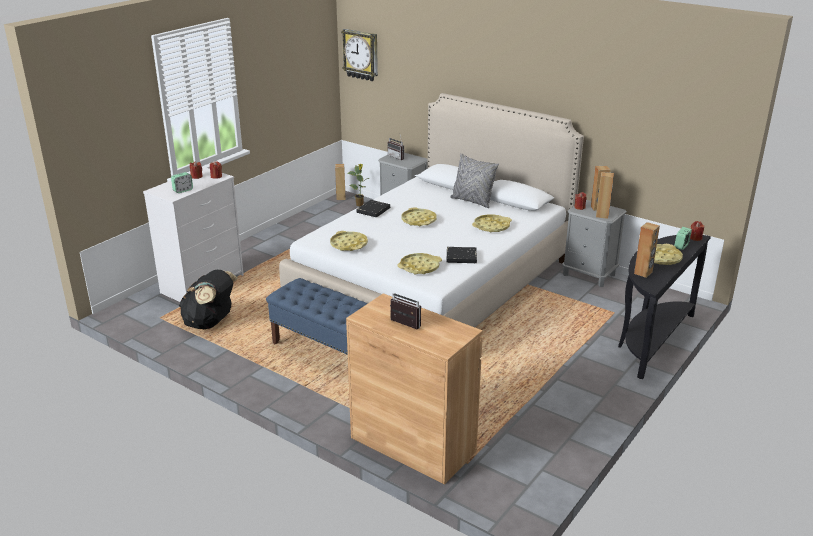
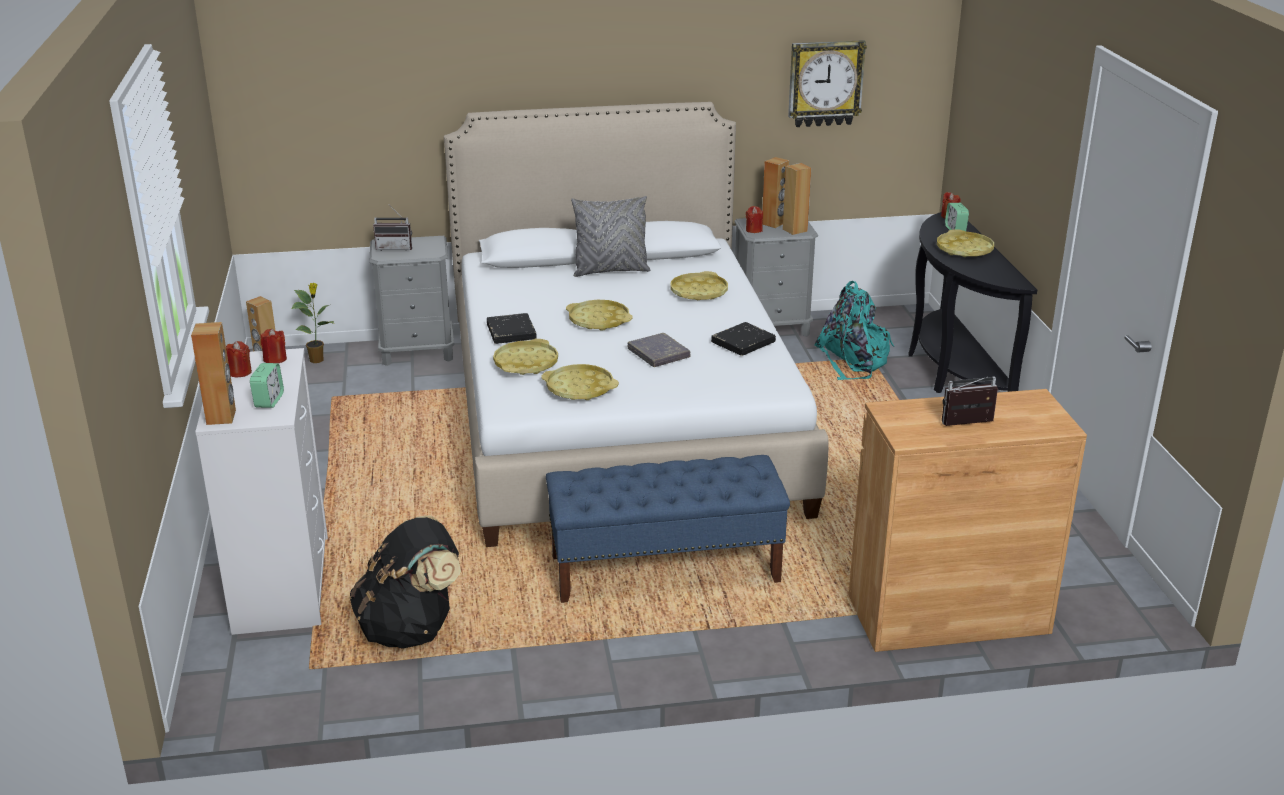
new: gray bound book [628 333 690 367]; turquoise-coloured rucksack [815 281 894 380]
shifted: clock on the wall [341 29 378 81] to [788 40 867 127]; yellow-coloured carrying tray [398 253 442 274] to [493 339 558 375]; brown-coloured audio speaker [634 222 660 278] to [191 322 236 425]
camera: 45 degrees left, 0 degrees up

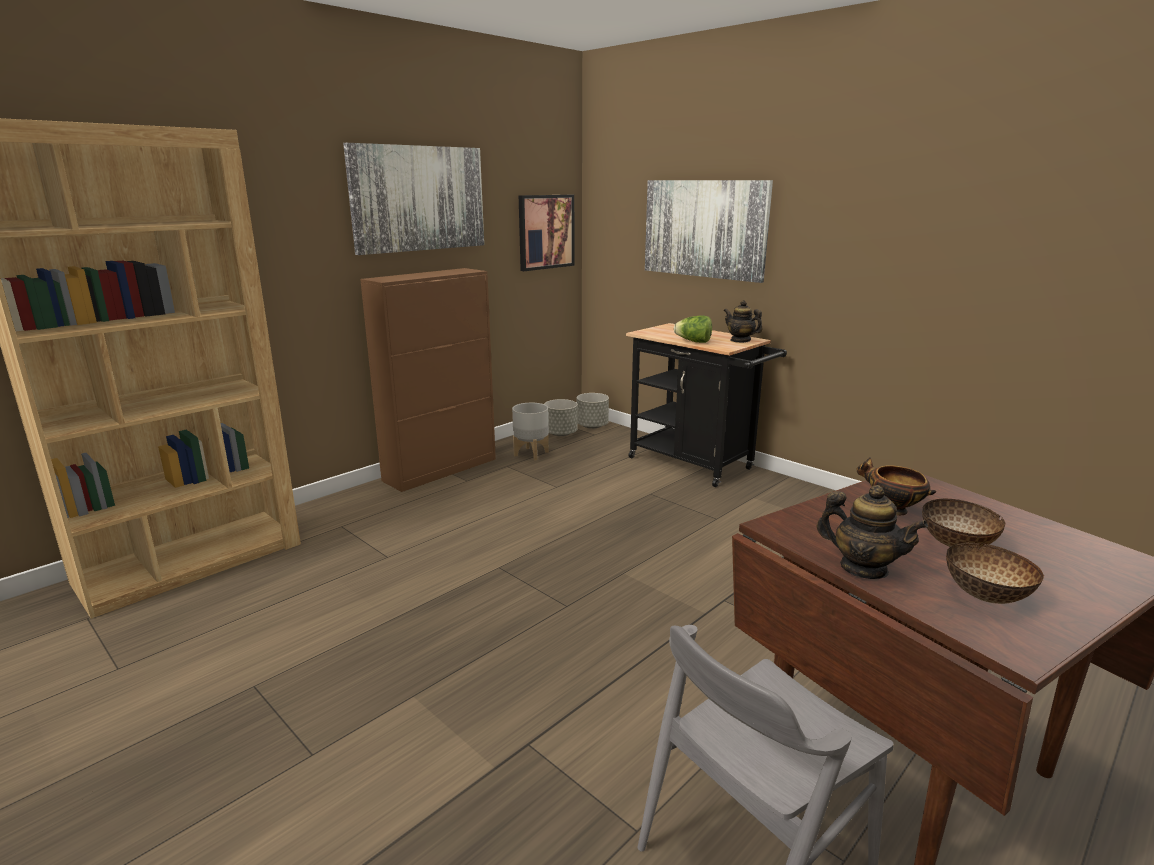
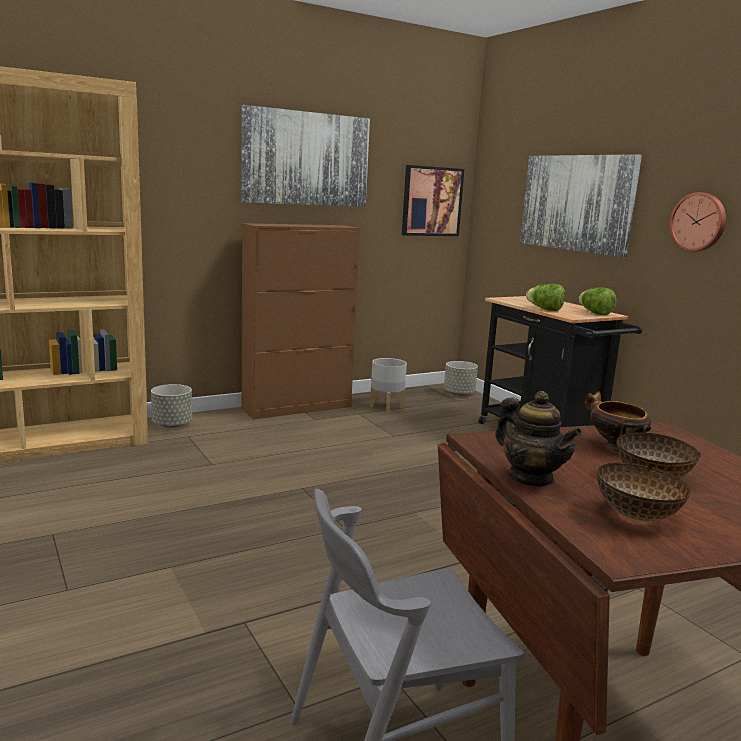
new: clock on the wall [669 192 726 251]
shifted: gray planter [545 399 577 436] to [151 384 192 428]
swapped: pot for tea [724 300 763 343] to lettuce head [579 288 616 315]
camera: 15 degrees right, 5 degrees down

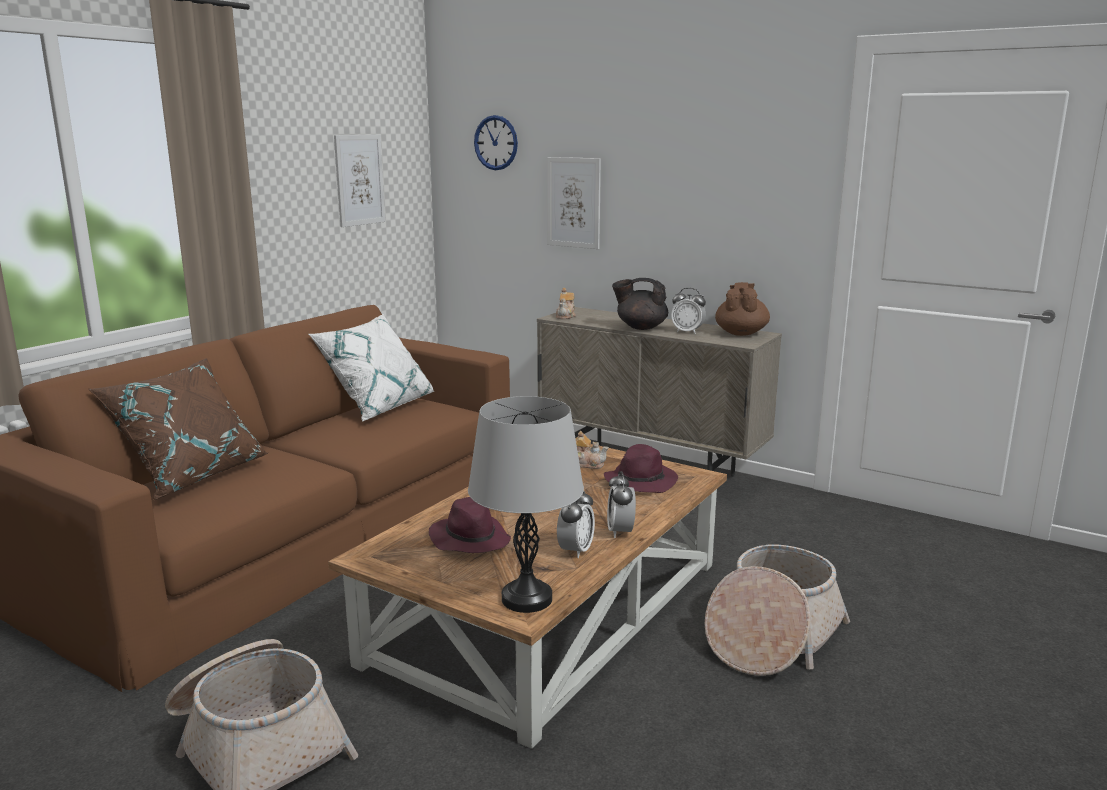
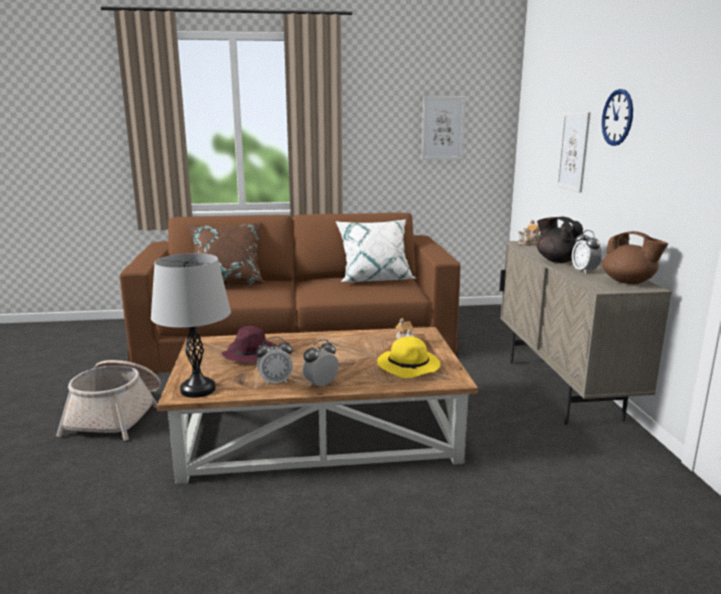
gone: storage basket [704 544 850 676]
shifted: clock on the wall [474 115 518 170] to [602 89 633 146]
repainted: purple-coloured hat [604 444 678 493] to yellow-coloured hat [377 337 440 378]
rotated: brown-coloured pot for tea [715 282 770 336] = [602 231 668 284] 75 degrees clockwise
camera: 50 degrees right, 0 degrees up

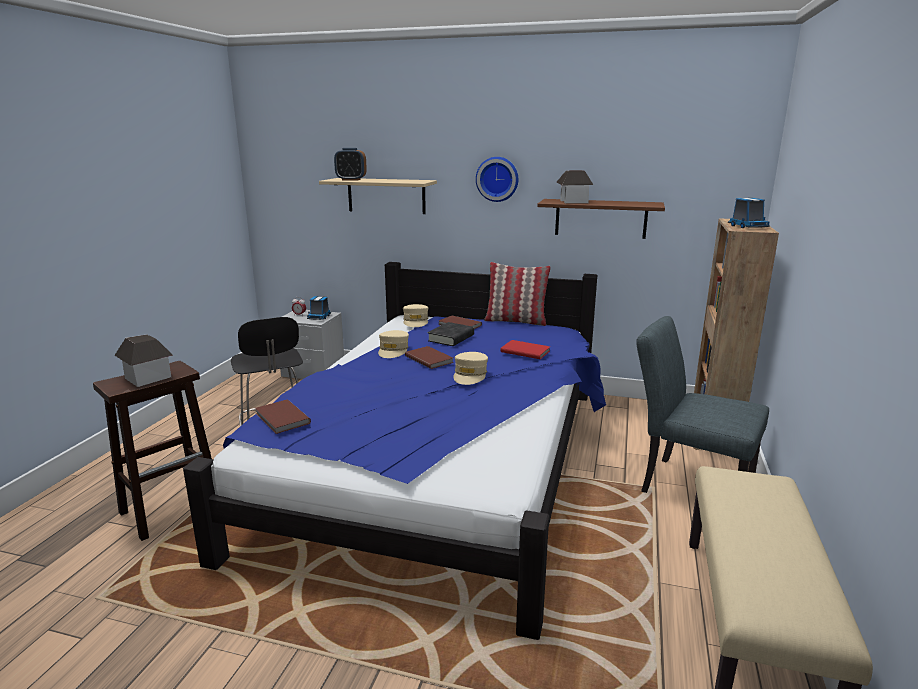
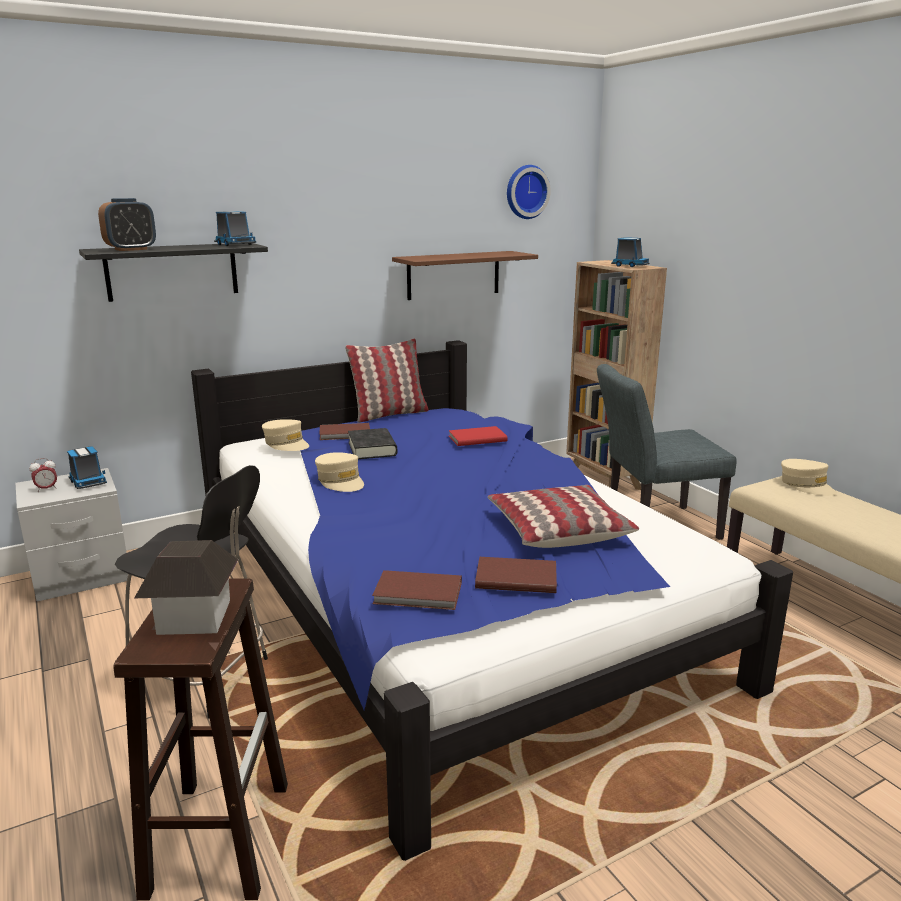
gone: model house [557 170 593 203]
new: toy truck [214 211 256 246]; cushion [488 485 639 548]
shifted: brown-coloured bound book [405 346 454 369] to [475 557 557 593]; sand-coloured baseball cap [453 352 488 385] to [781 459 837 496]; clock on the wall [476 157 518 202] to [507 165 551 219]
repainted: sand-coloured wall shelf [319 178 437 214] to black-coloured wall shelf [79 243 268 302]
camera: 45 degrees left, 0 degrees up

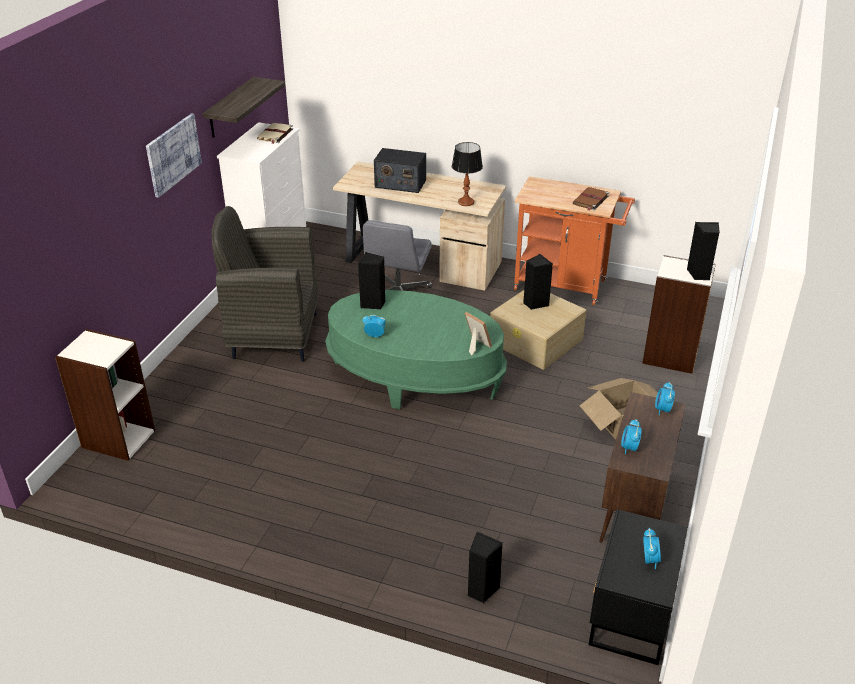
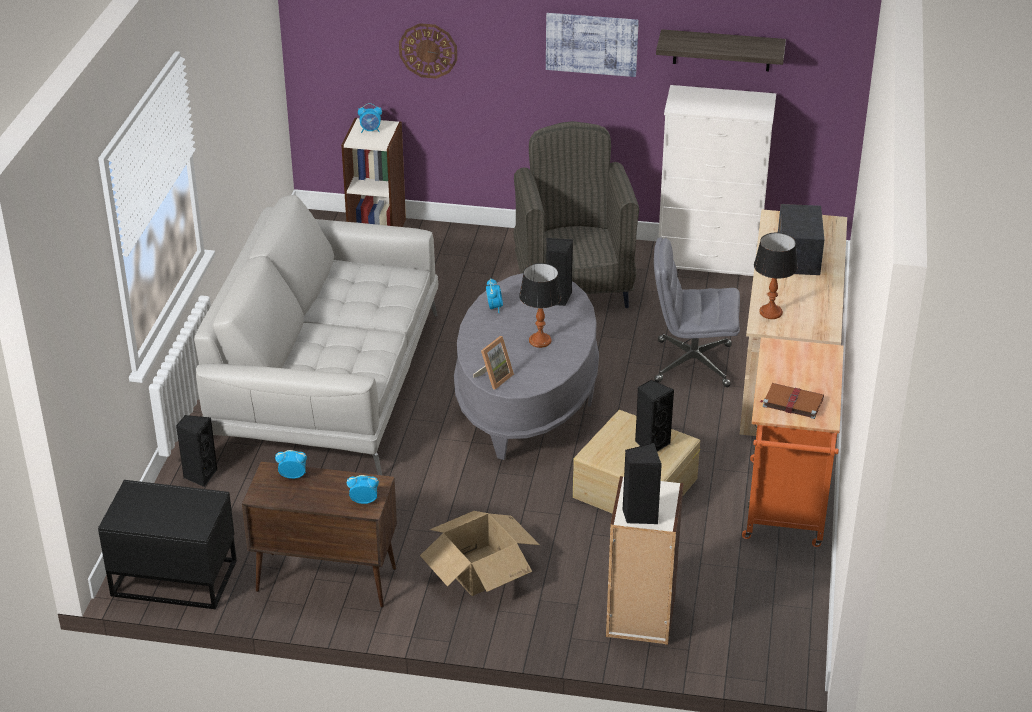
gone: sand-coloured bound book [257 123 293 144]
new: gray settee [194 195 438 475]; clock on the wall [399 23 457 79]; table lamp [519 263 562 348]
shifted: alarm clock [643 528 661 569] to [358 103 382 133]
repainted: greenish lounge table [325 290 507 410] to gray lounge table [454 273 599 460]
camera: 80 degrees right, 0 degrees up

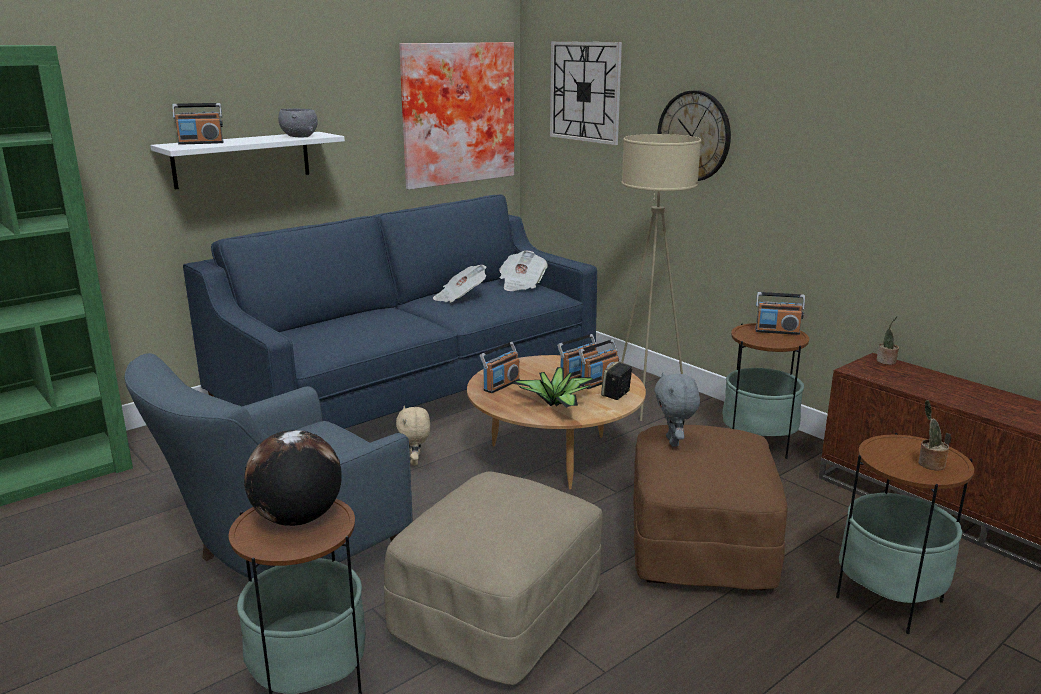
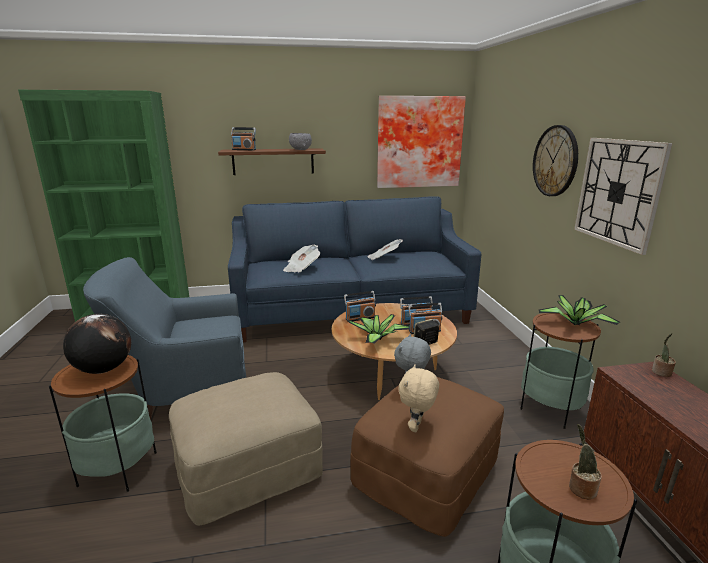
gone: sand-coloured standing lamp [621 134 701 421]
shifted: sand-coloured plush toy [396 406 430 465] to [399 364 439 432]; printed paper [499 251 548 291] to [283 245 320 273]; clock on the wall [550 41 622 145] to [574 138 672 255]
swapped: radio set [755 292 805 335] to plant in a pot [539 295 620 326]
repainted: white-coloured wall shelf [150 132 345 190] to brown-coloured wall shelf [218 148 326 175]
camera: 30 degrees right, 0 degrees up

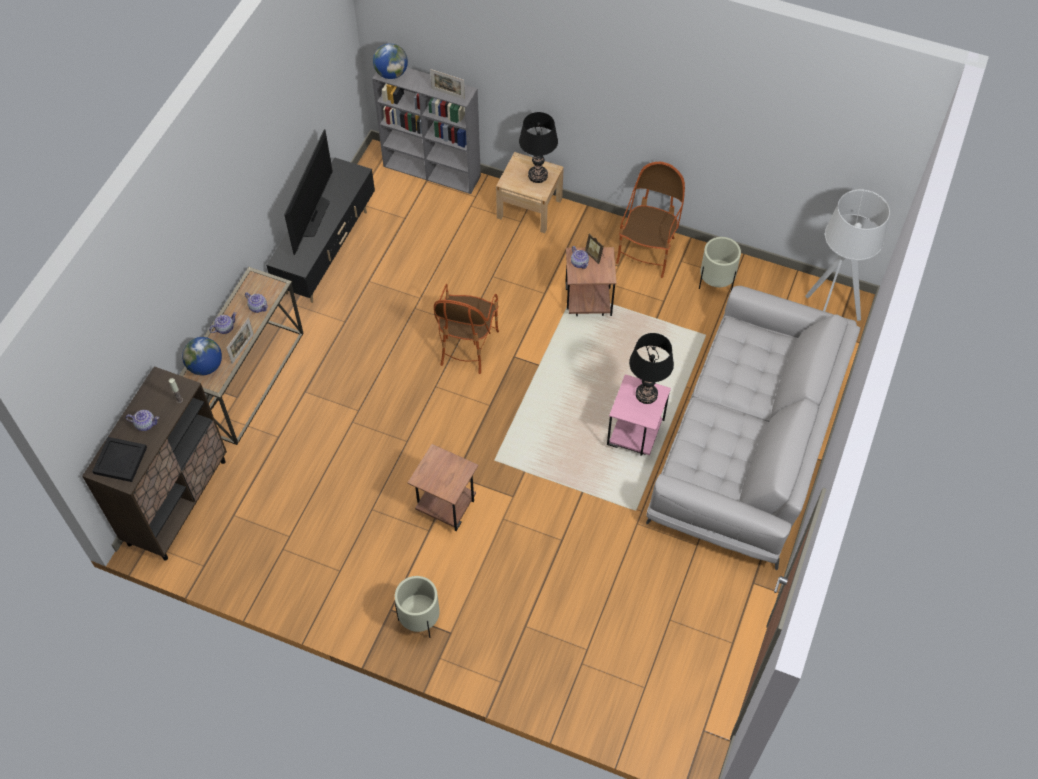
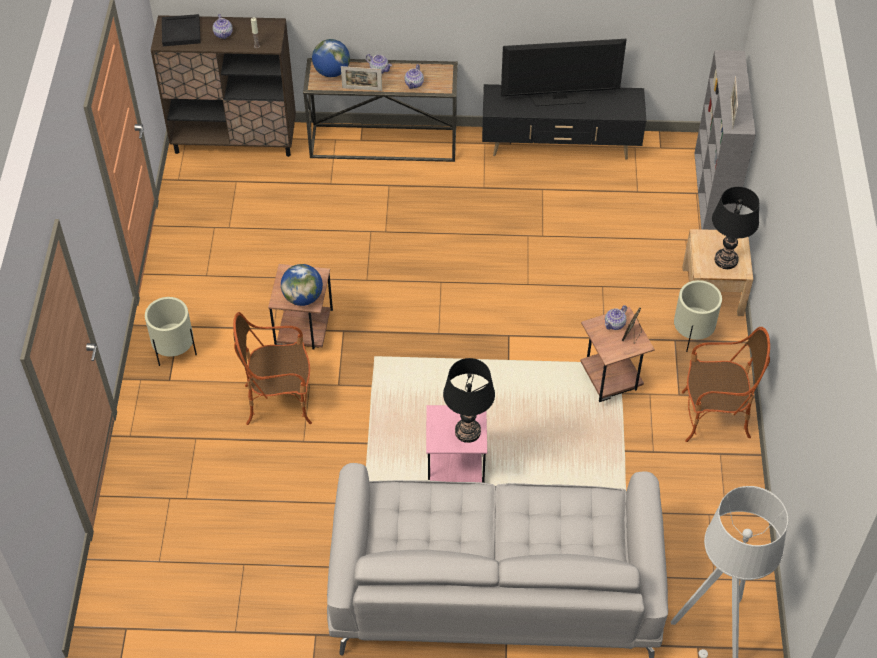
shifted: desk globe [373 43 408 79] to [281 264 323 306]; armchair [434 284 499 374] to [233 312 312 425]; sand-coloured planter [699 237 741 290] to [674 280 722 352]
camera: 70 degrees right, 5 degrees down

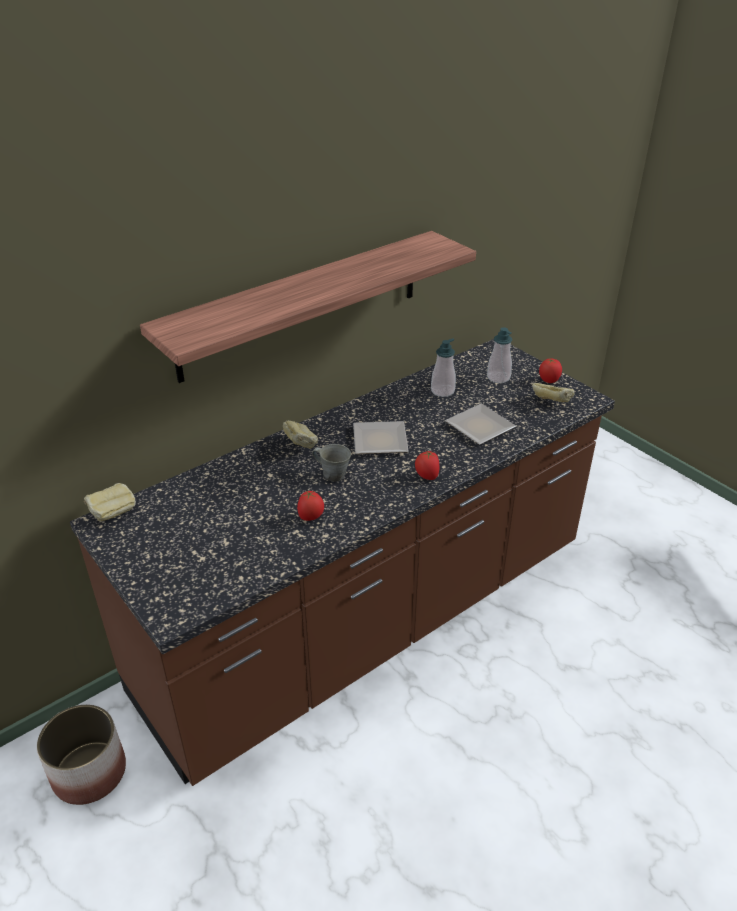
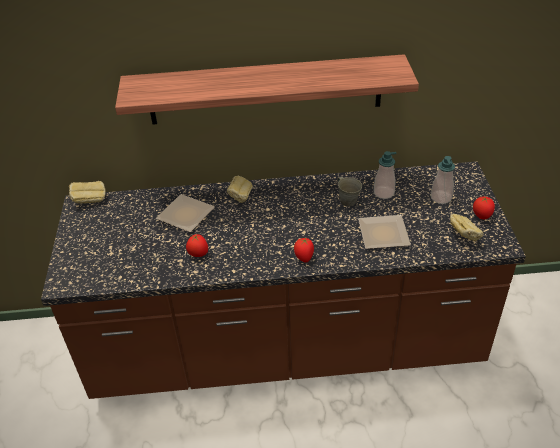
gone: planter [37 704 126 805]
shifted: gray coffee mug [312 444 351 482] to [337 176 362 206]; dinner plate [353 421 409 454] to [156 194 215 232]
camera: 35 degrees right, 5 degrees up

